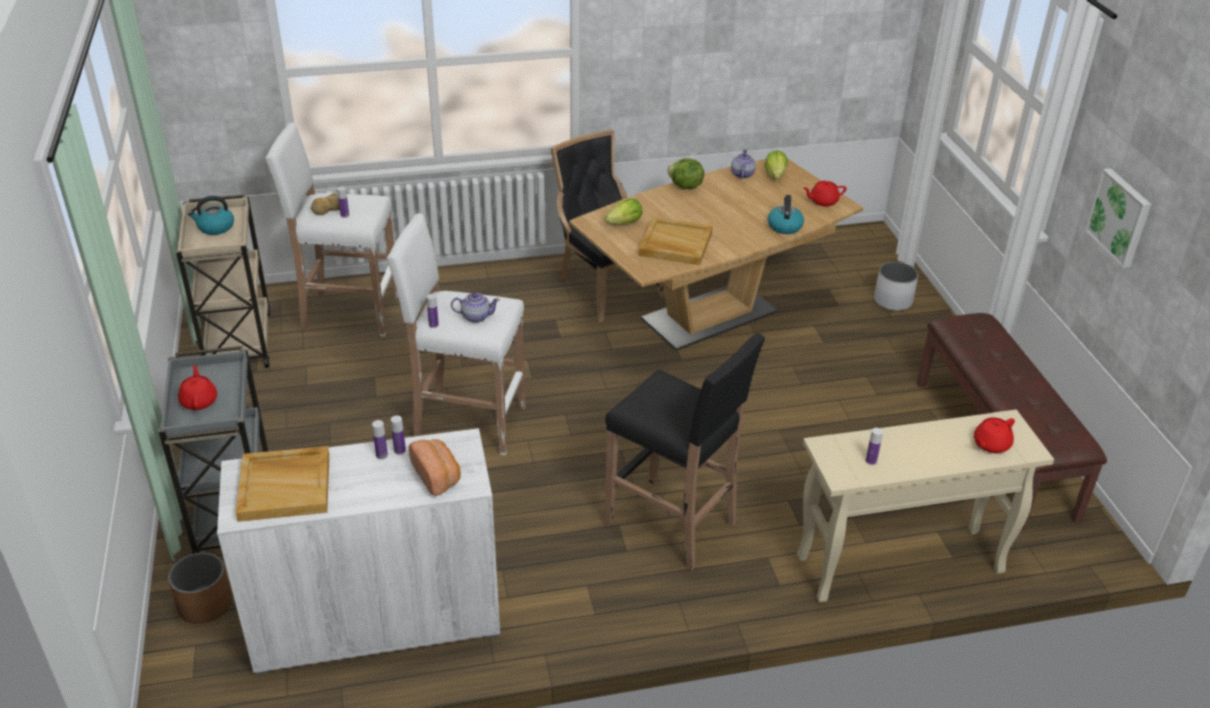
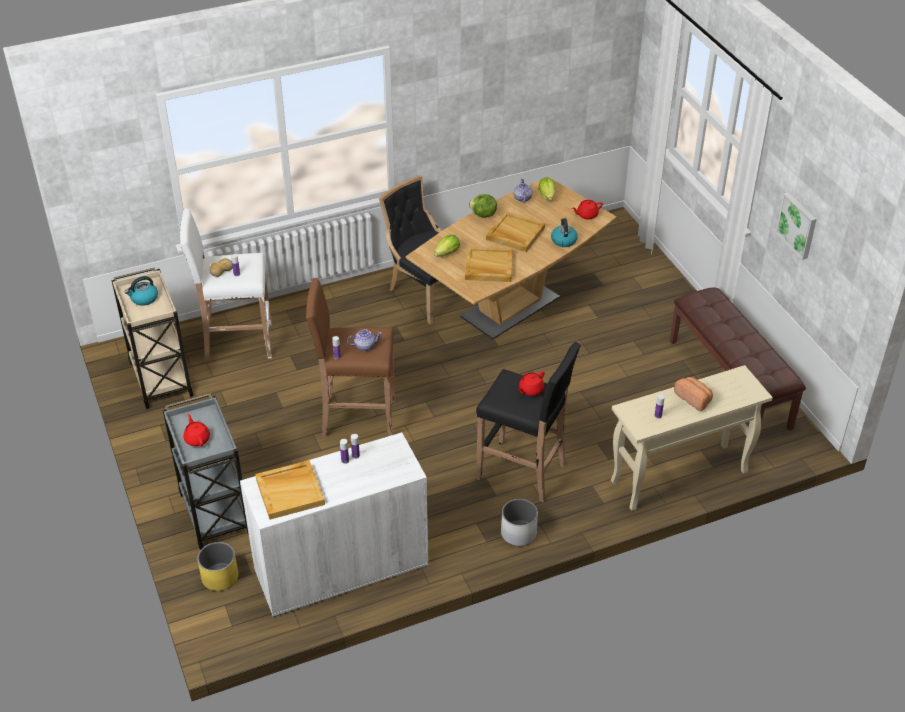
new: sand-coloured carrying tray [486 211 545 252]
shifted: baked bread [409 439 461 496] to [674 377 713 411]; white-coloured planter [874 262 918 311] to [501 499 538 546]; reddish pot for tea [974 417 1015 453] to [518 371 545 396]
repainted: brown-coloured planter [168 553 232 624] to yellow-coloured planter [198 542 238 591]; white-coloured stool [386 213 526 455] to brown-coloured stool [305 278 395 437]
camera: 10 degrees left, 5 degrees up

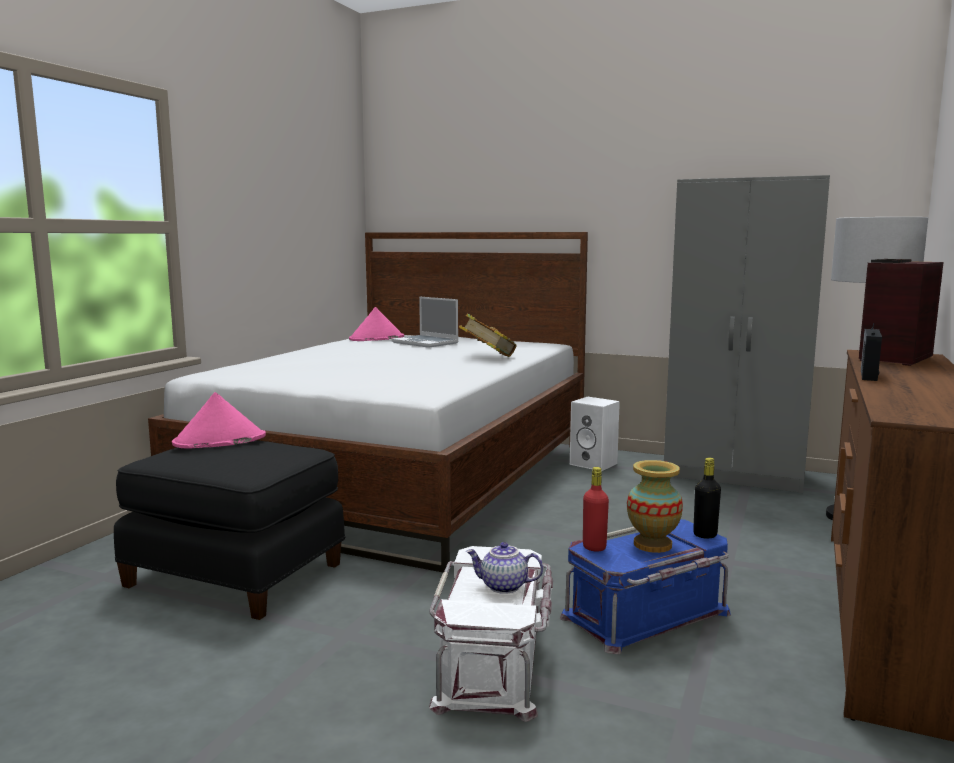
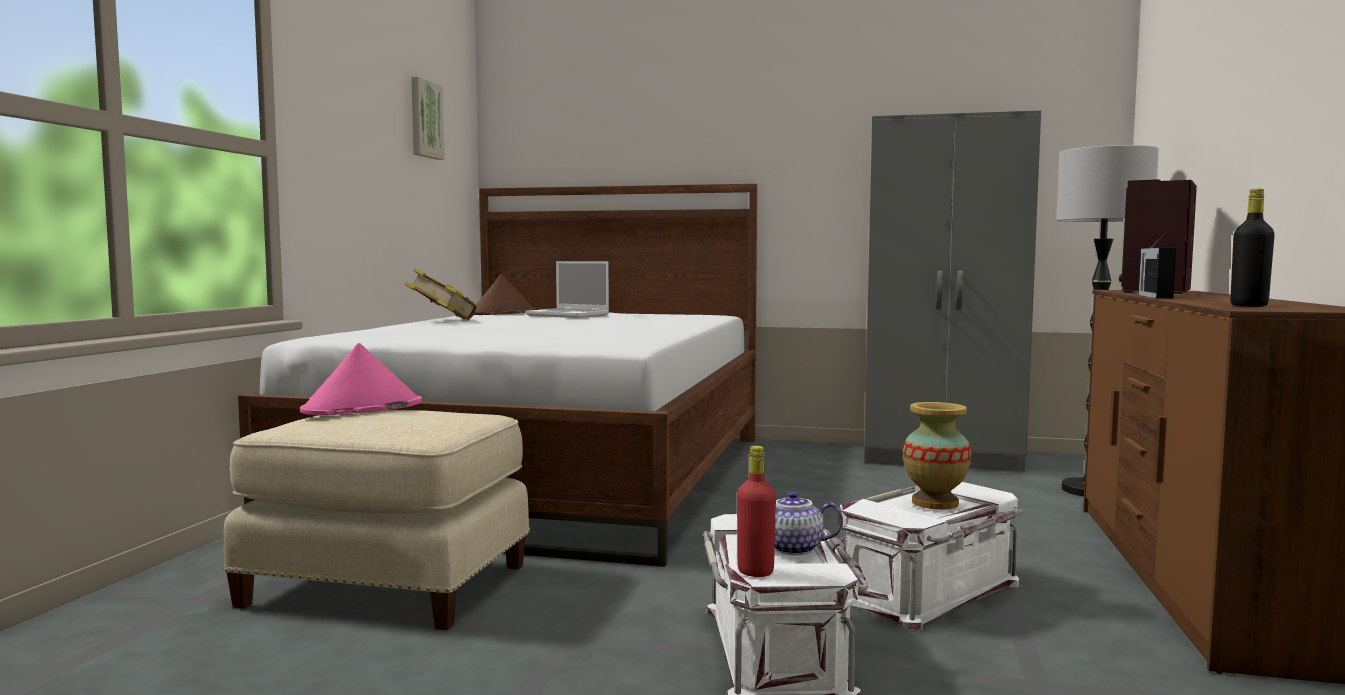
gone: white-coloured audio speaker [570 397 620 471]
new: picture [411 77 445 160]
shifted: bound book [459 313 517 357] to [405 268 477 320]; reddish bottle [583 467 609 552] to [737 446 776 577]; black-coloured bottle [693 458 721 538] to [1230 189 1275 307]
repainted: black-coloured footrest [114 440 345 620] to sand-coloured footrest [224 410 530 630]; pink-coloured hat [349 307 404 341] to brown-coloured hat [474 274 536 315]; blue-coloured storage container [560 519 731 654] to white-coloured storage container [839 482 1022 632]
camera: 10 degrees left, 5 degrees down

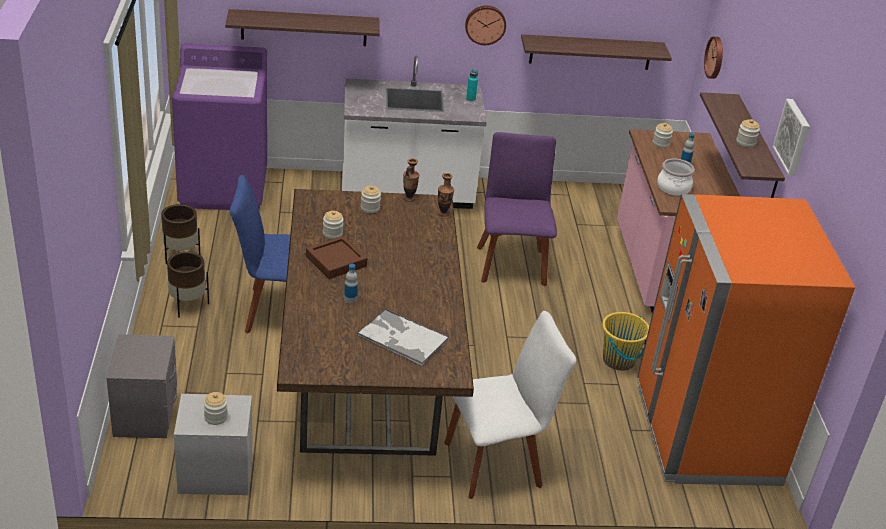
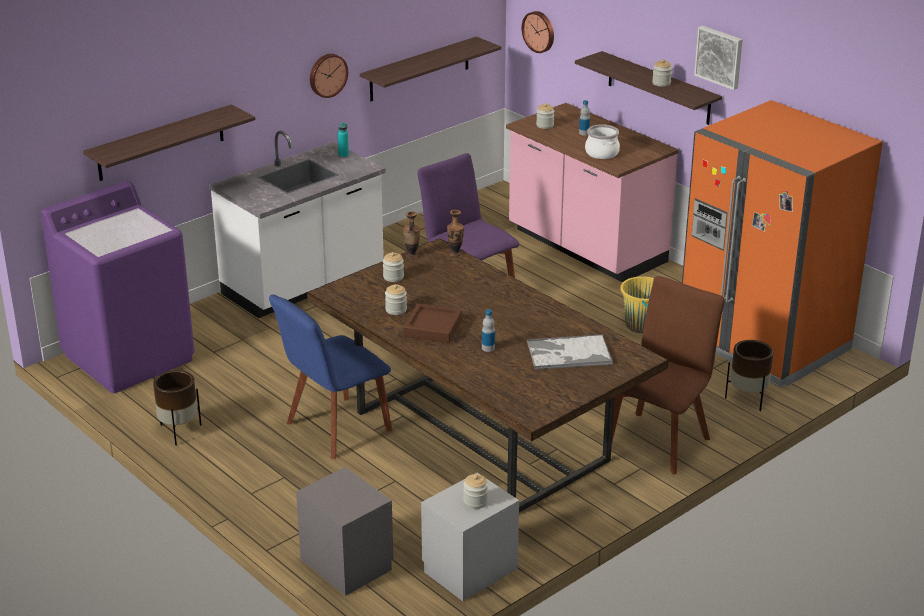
shifted: brown-coloured planter [167 251 209 318] to [725 340 773 411]
repainted: white-coloured upright chair [444 311 576 499] to brown-coloured upright chair [612 276 725 475]
camera: 35 degrees left, 5 degrees down

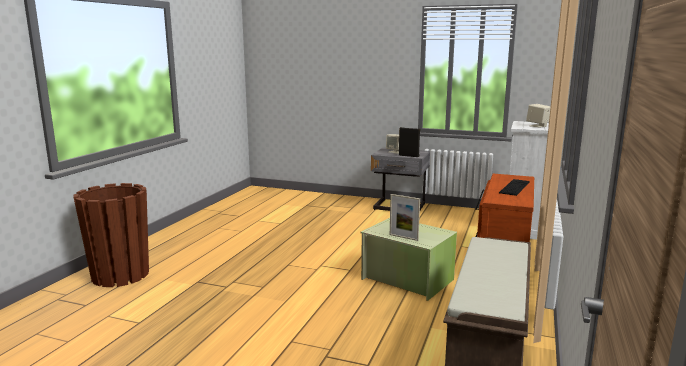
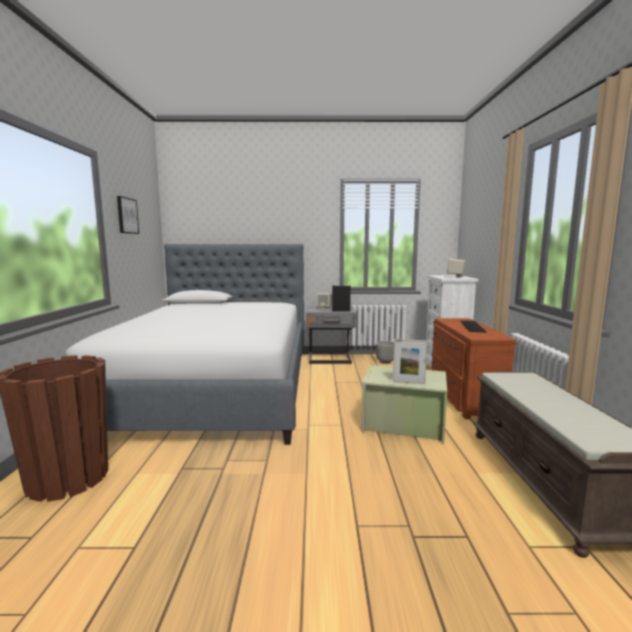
new: sleeping bed [66 244 304 445]; picture [117 196 139 234]; planter [376 341 394 364]
camera: 20 degrees left, 5 degrees down

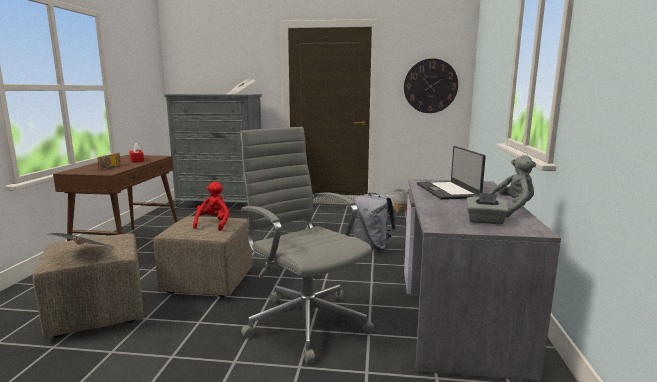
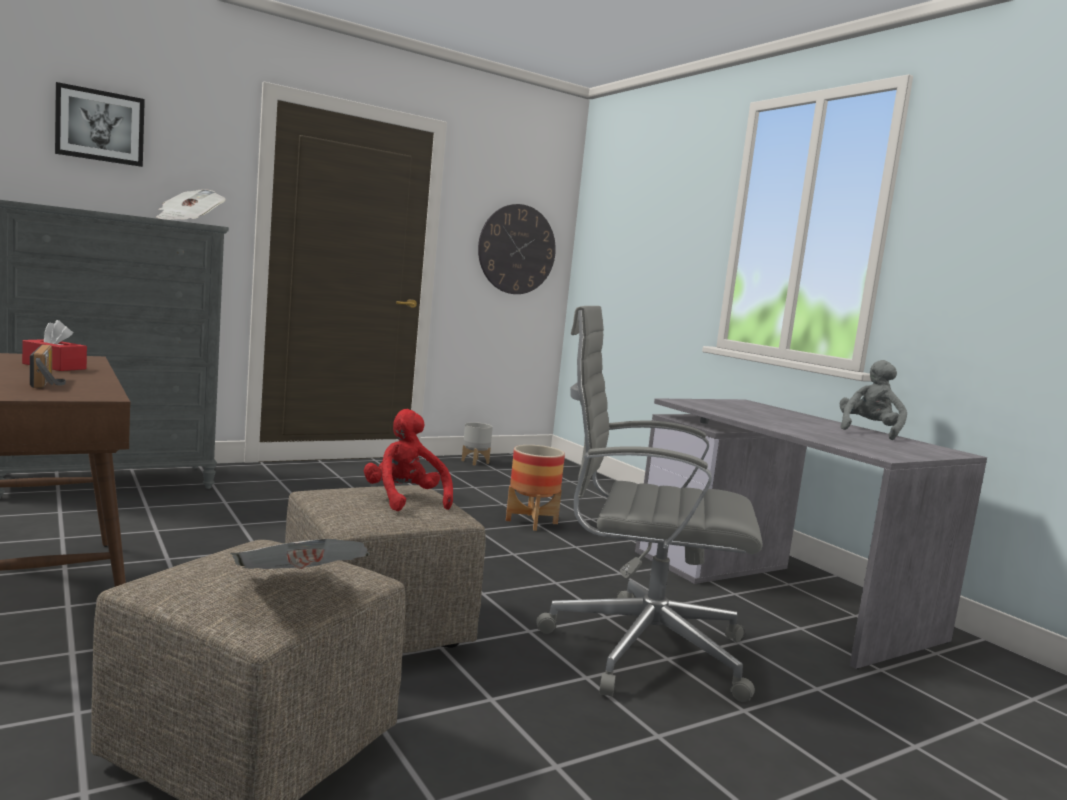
gone: portable computer [417 146 486 200]; gray tissue holder [466 192 509 224]
new: picture [55 82 145 167]
swapped: gray rucksack [354 193 396 250] to planter [506 445 565 531]
camera: 40 degrees left, 5 degrees down

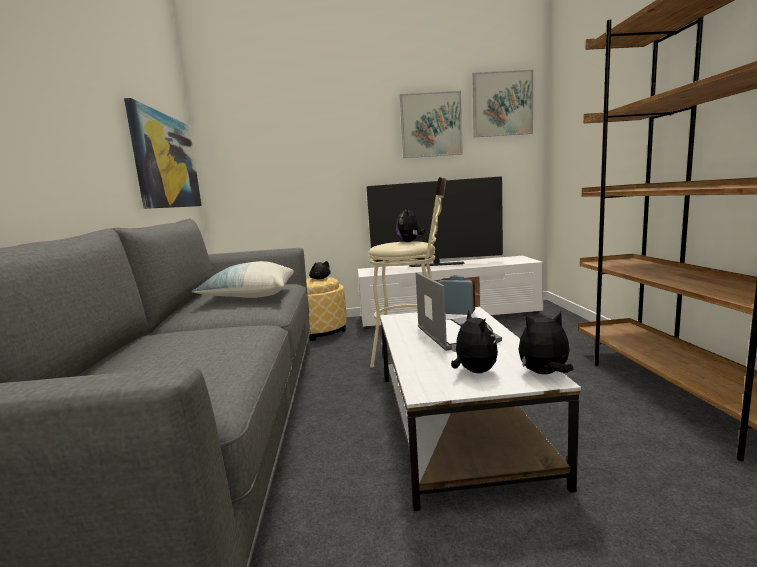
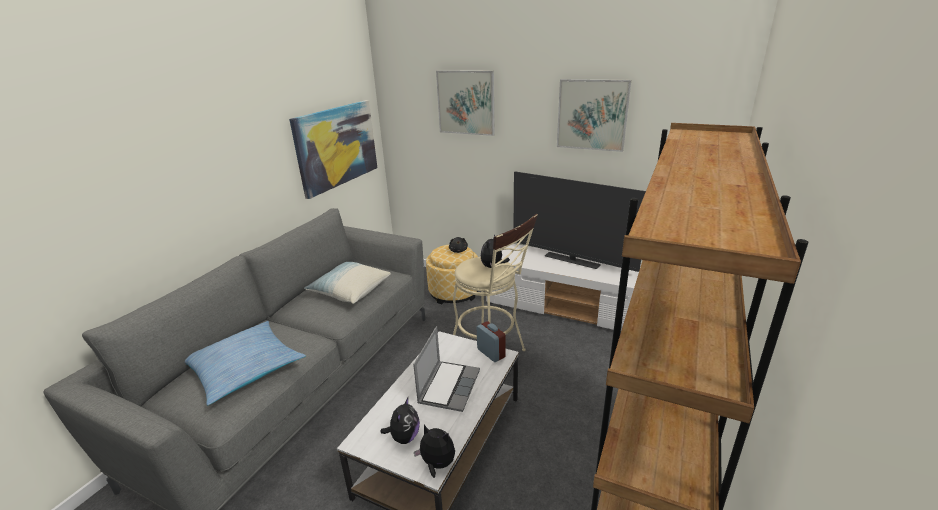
new: cushion [185 321 306 405]
shifted: picture [472 70 533 137] to [436 70 495 136]
camera: 30 degrees right, 15 degrees up

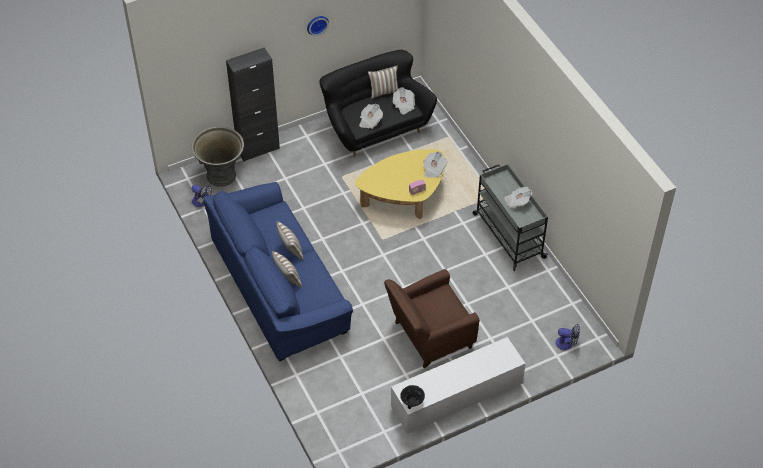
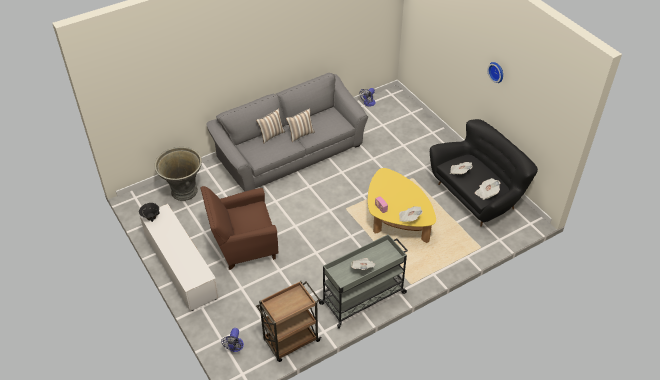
gone: black-coloured storage cabinet [226 47 280 162]; cushion [368 65 399 99]
new: brown-coloured trolley [256 281 322 362]
shifted: gray planter [192 126 244 187] to [154 147 202 201]
repainted: blue-coloured settee [204 182 353 361] to gray settee [206 73 368 191]
rotated: brown-coloured armchair [384 269 480 368] = [201 186 279 270] 75 degrees counterclockwise
camera: 85 degrees right, 5 degrees down

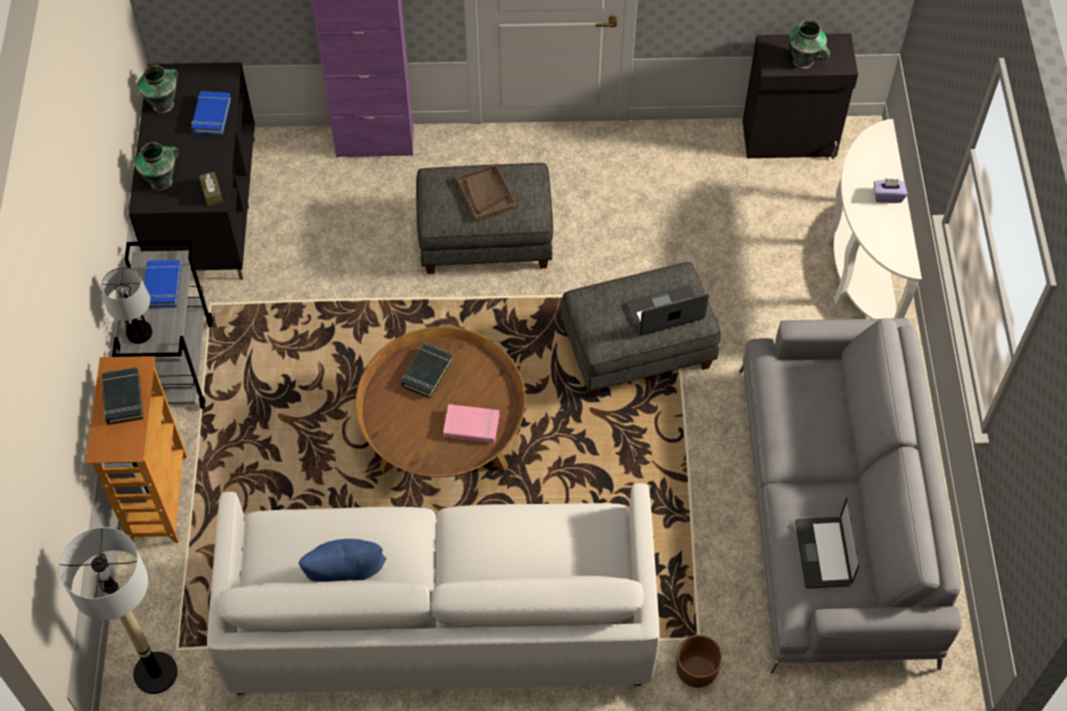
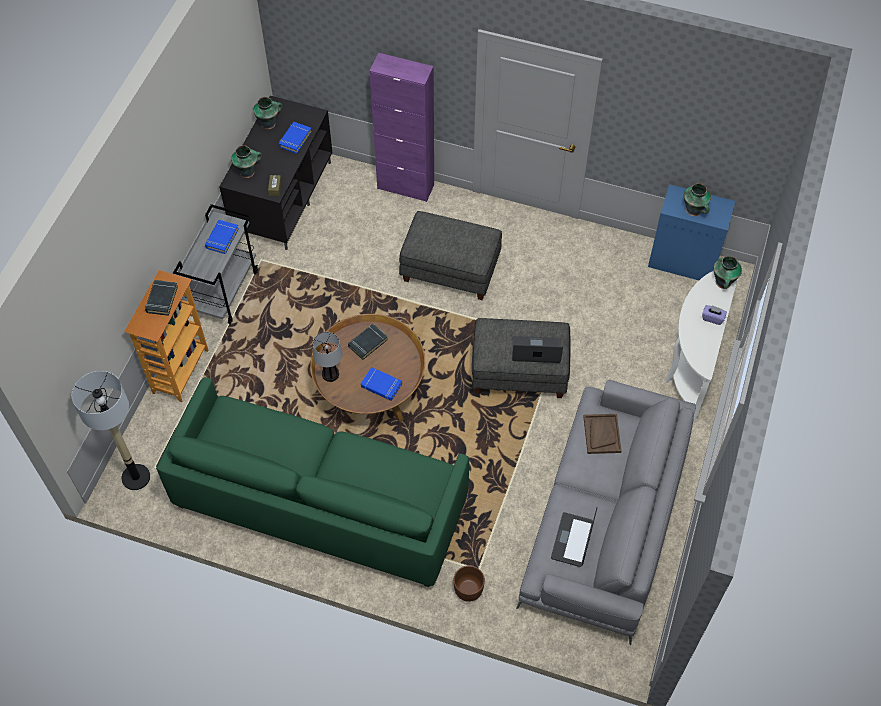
gone: blue-coloured cushion [298 539 387 582]
new: vase [714 256 742 289]
shifted: table lamp [101 267 152 344] to [313 332 343 382]; brown-coloured carrying tray [455 163 517 221] to [583 414 622 454]
repainted: white-coloured settee [207 483 660 695] to greenish settee [156 377 469 587]; pink-coloured bound book [443 404 500 443] to blue-coloured bound book [361 367 402 401]; black-coloured storage cabinet [743 33 858 159] to blue-coloured storage cabinet [648 184 736 280]
camera: 20 degrees right, 0 degrees up

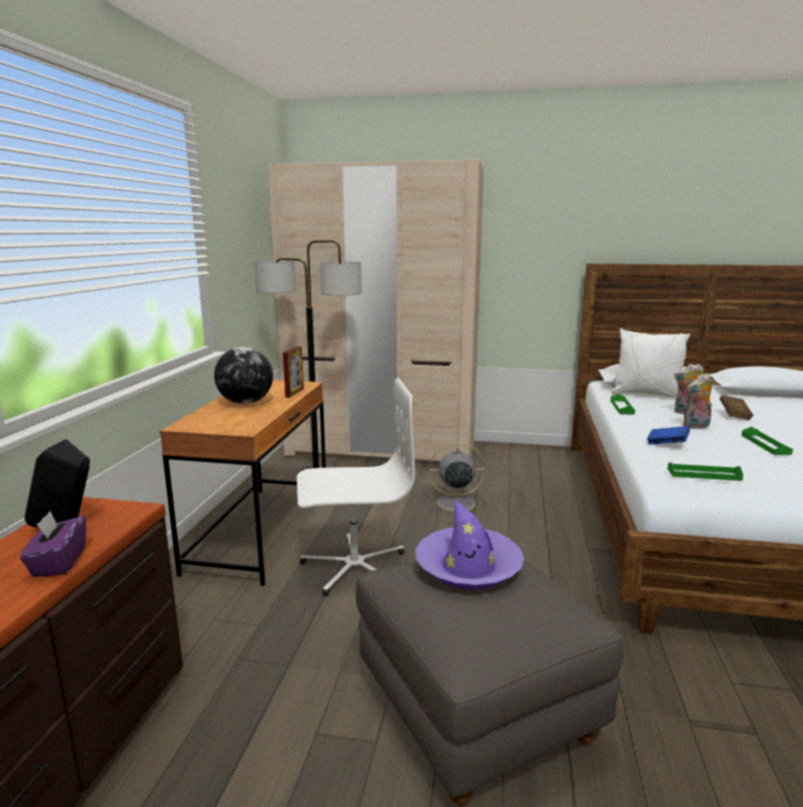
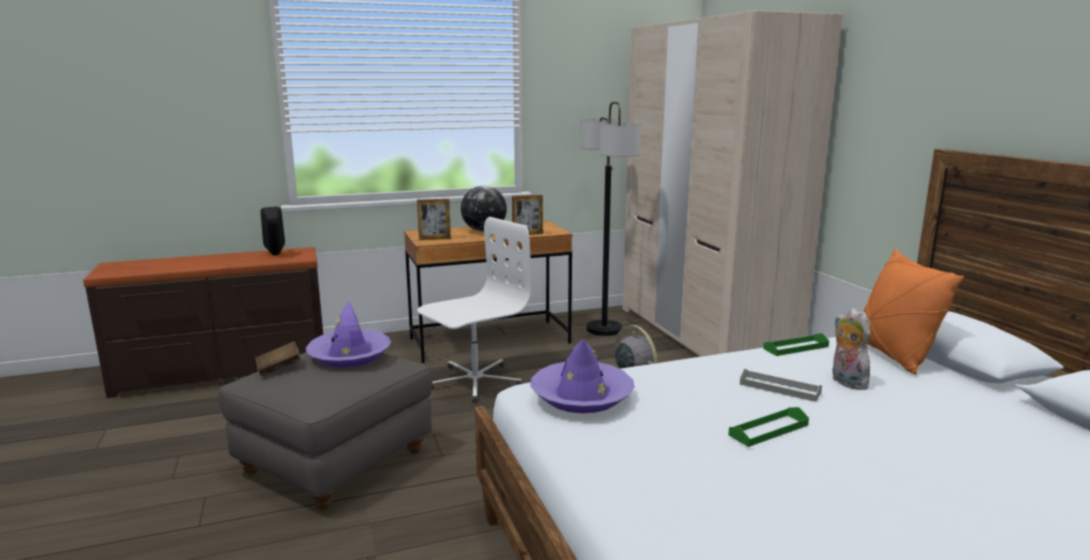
gone: purple-coloured tissue holder [20 511 86 577]; blue-coloured bound book [647 426 690 445]
new: picture frame [417 199 451 240]
shifted: brown-coloured bound book [720 396 753 420] to [256 341 301 376]
swapped: greenish carrying tray [668 462 743 481] to purple-coloured hat [530 339 635 413]; plush toy [683 373 712 429] to gray carrying tray [740 369 822 402]
repainted: white-coloured cushion [611 329 690 398] to orange cushion [863 249 964 375]
rotated: white-coloured desk chair [297 378 415 596] = [417 217 532 402] 90 degrees counterclockwise
camera: 60 degrees right, 0 degrees up

